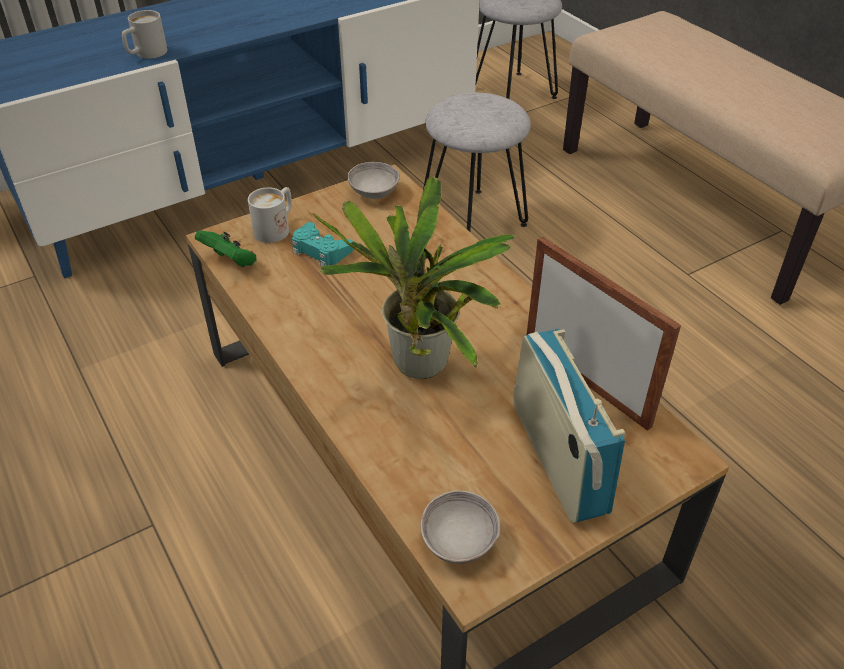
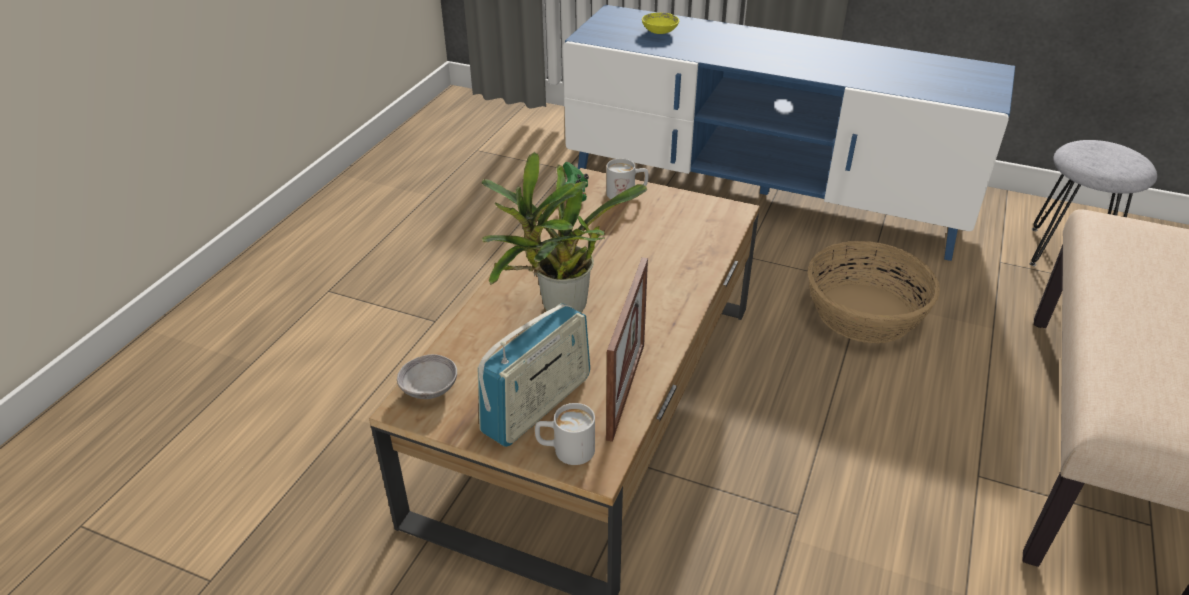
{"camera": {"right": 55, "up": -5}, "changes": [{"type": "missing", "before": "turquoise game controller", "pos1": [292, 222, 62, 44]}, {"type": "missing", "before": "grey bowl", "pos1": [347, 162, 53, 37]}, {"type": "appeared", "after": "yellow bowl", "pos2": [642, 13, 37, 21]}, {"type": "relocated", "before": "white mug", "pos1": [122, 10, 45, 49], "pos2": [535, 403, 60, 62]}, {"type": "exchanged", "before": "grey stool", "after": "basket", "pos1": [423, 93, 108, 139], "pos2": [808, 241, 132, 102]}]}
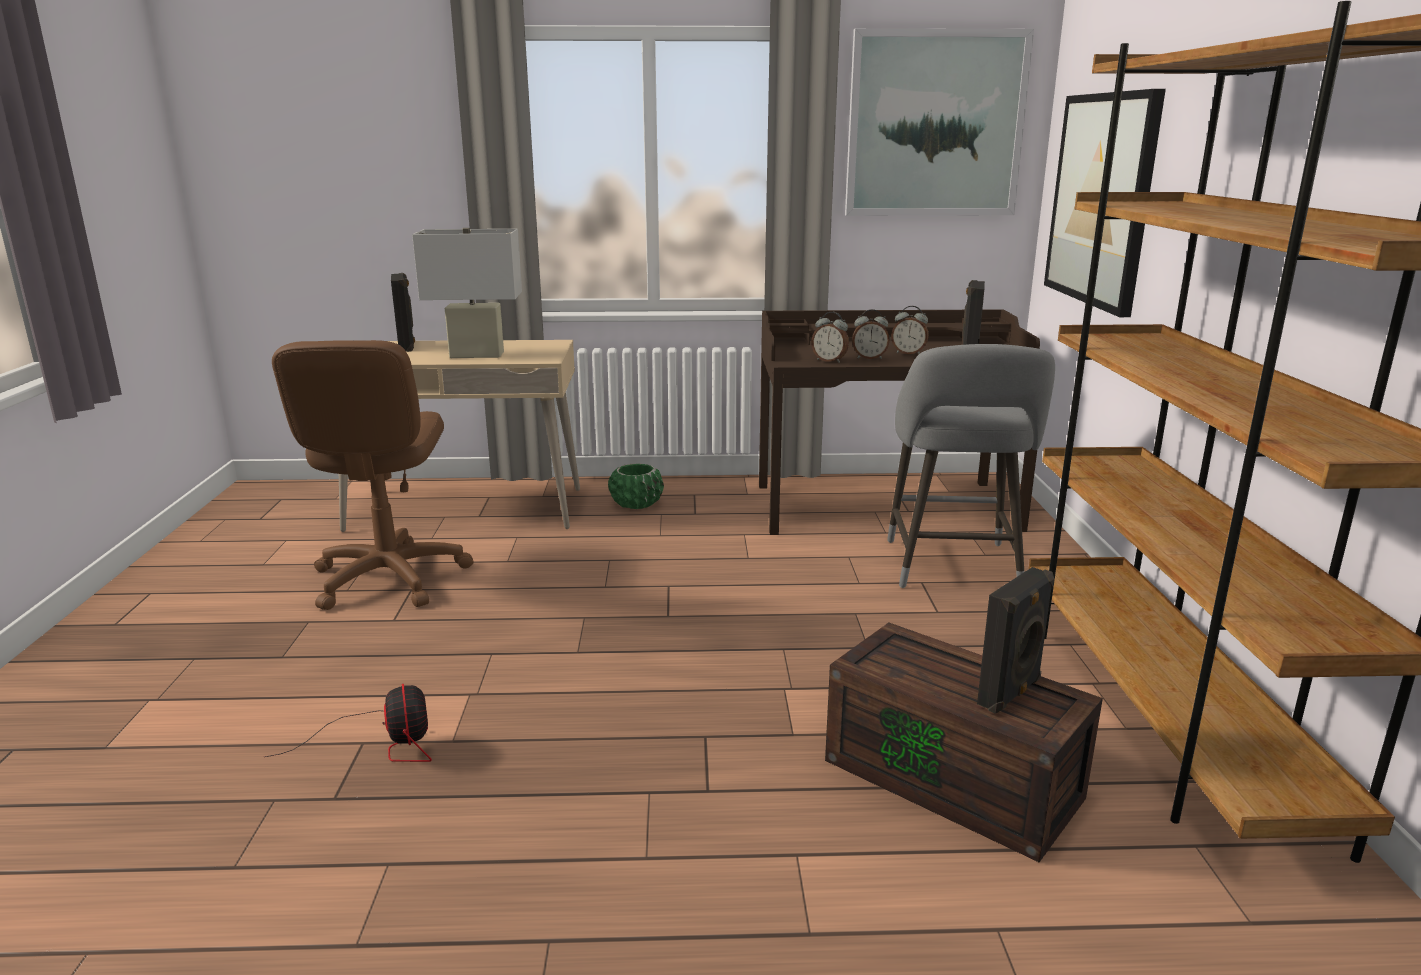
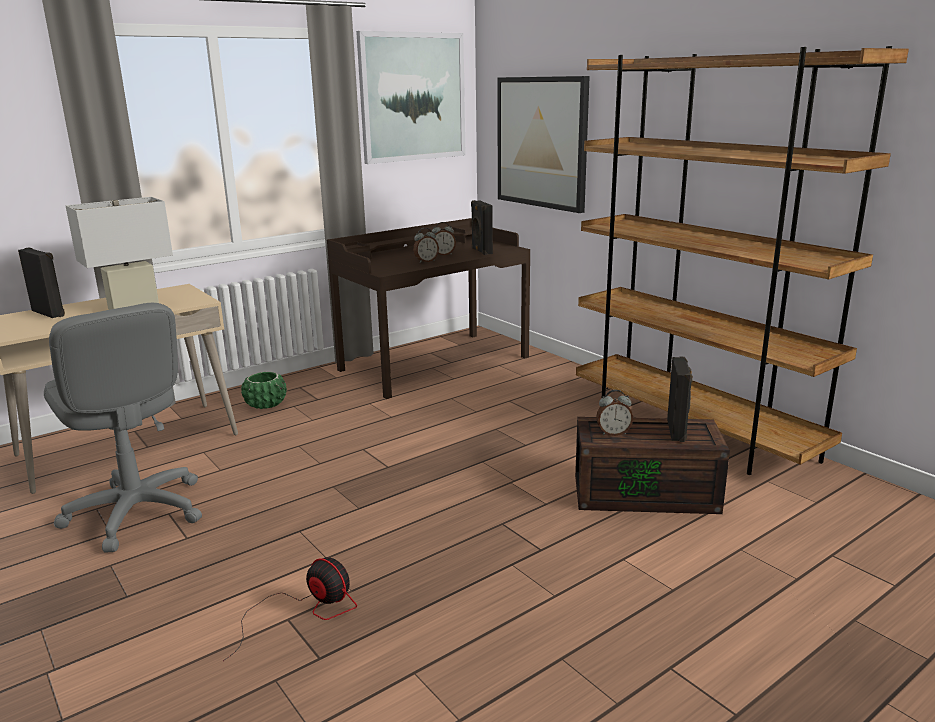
{"camera": {"right": -35, "up": 0}, "changes": [{"type": "missing", "before": "grey stool", "pos1": [887, 344, 168, 244]}, {"type": "relocated", "before": "alarm clock", "pos1": [811, 312, 38, 51], "pos2": [596, 390, 37, 46]}, {"type": "colour", "before": "brown office chair", "after": "grey office chair", "pos1": [272, 340, 202, 270], "pos2": [44, 303, 158, 250]}]}
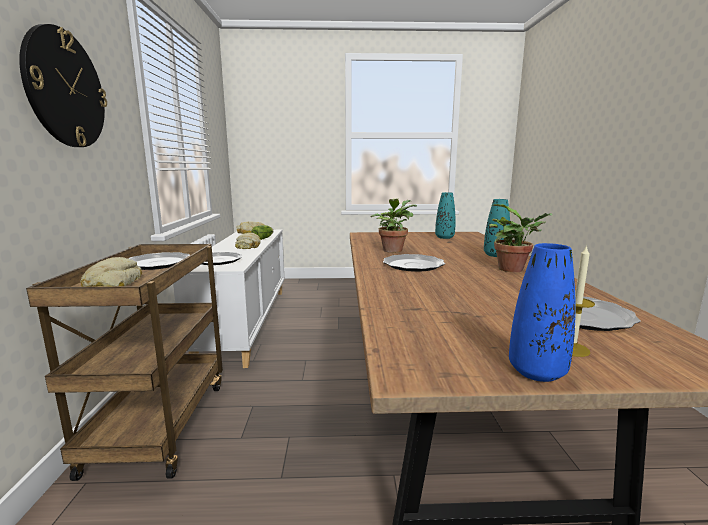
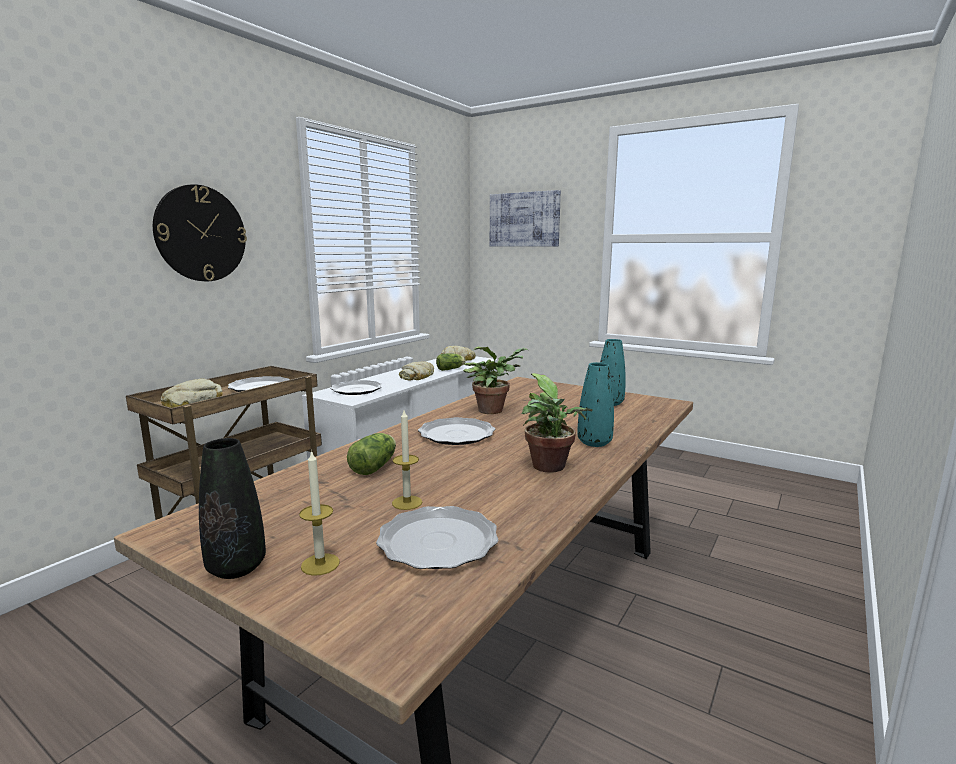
{"camera": {"right": 35, "up": 0}, "changes": [{"type": "appeared", "after": "lettuce", "pos2": [347, 433, 49, 42]}, {"type": "appeared", "after": "candle", "pos2": [392, 410, 30, 100]}, {"type": "appeared", "after": "picture", "pos2": [490, 190, 71, 57]}, {"type": "colour", "before": "blue vase", "after": "black vase", "pos1": [509, 243, 67, 139], "pos2": [199, 438, 67, 141]}]}
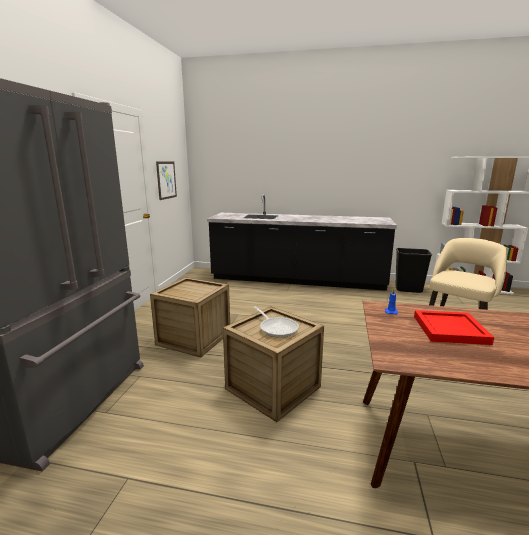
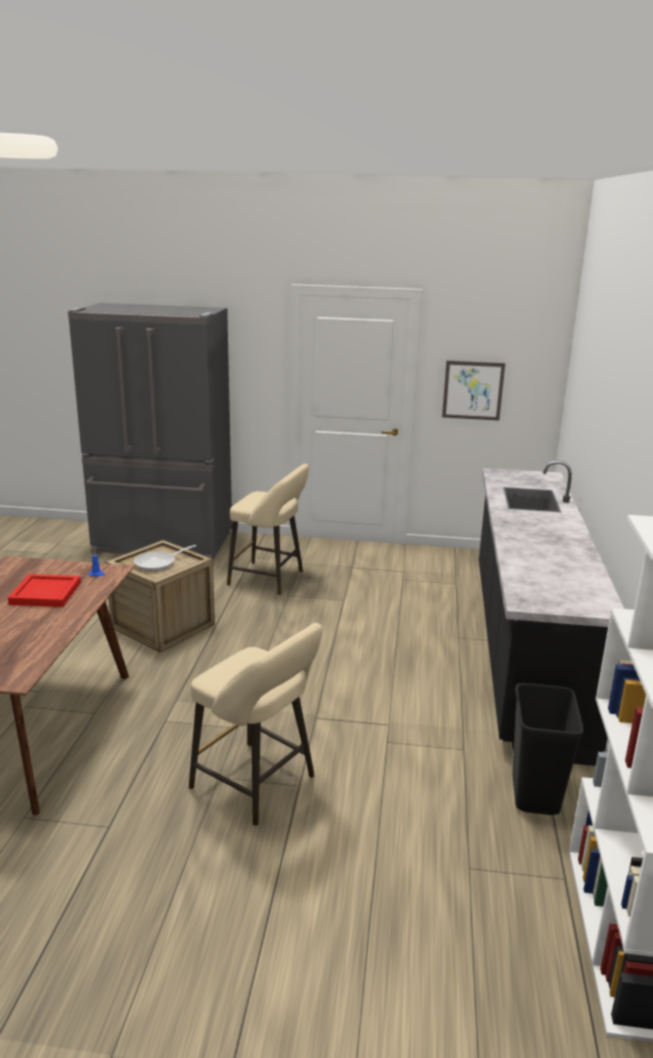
{"camera": {"right": 85, "up": 5}, "changes": [{"type": "exchanged", "before": "crate", "after": "beige stool", "pos1": [150, 277, 80, 81], "pos2": [227, 464, 82, 131]}]}
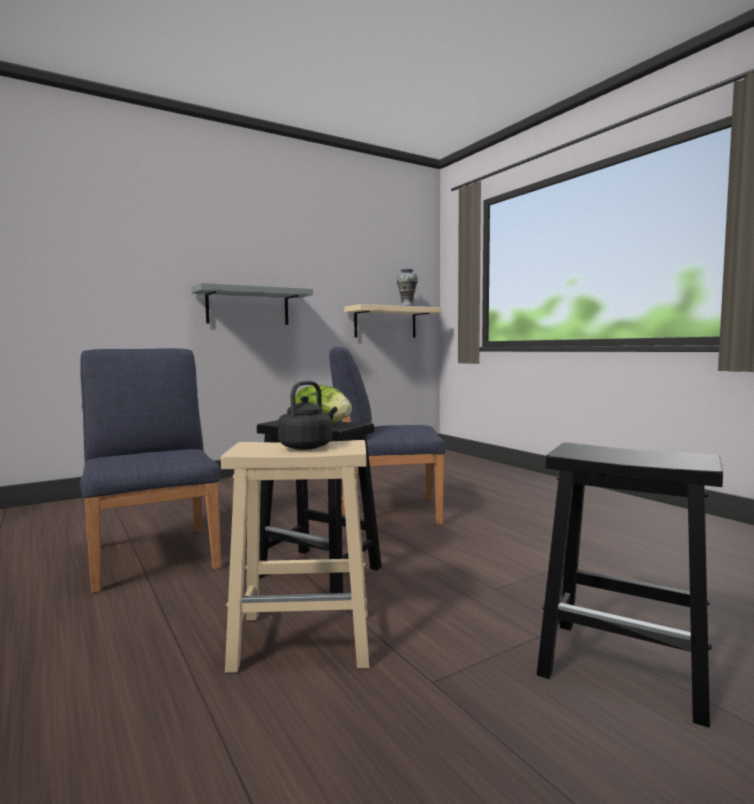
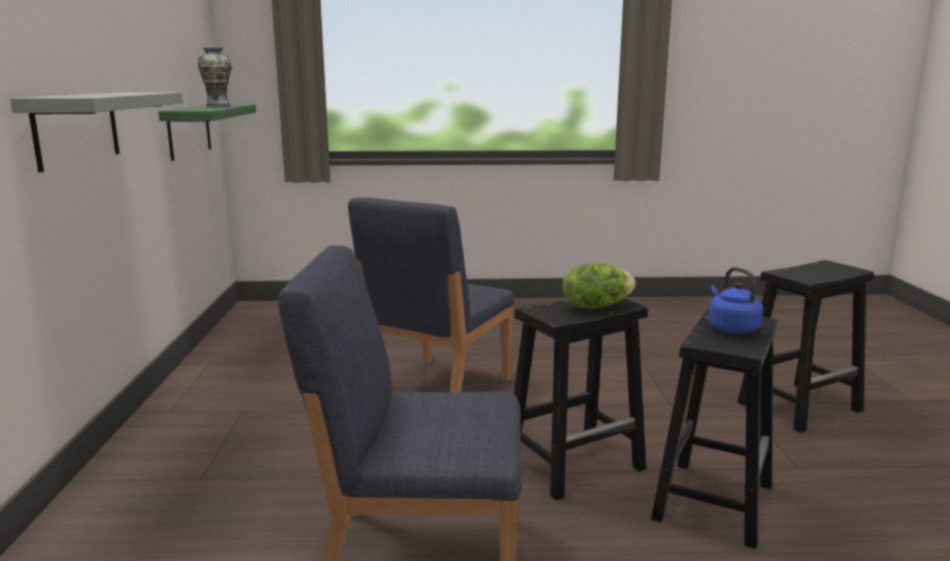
{"camera": {"right": -60, "up": 10}, "changes": [{"type": "colour", "before": "beige stool", "after": "black stool", "pos1": [221, 440, 148, 233], "pos2": [651, 309, 127, 240]}, {"type": "colour", "before": "black kettle", "after": "blue kettle", "pos1": [278, 381, 59, 69], "pos2": [708, 267, 55, 67]}, {"type": "colour", "before": "beige shelf", "after": "green shelf", "pos1": [344, 304, 98, 34], "pos2": [158, 105, 98, 56]}]}
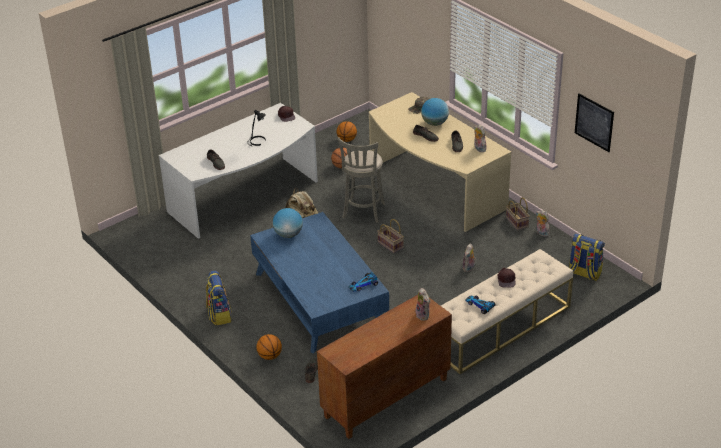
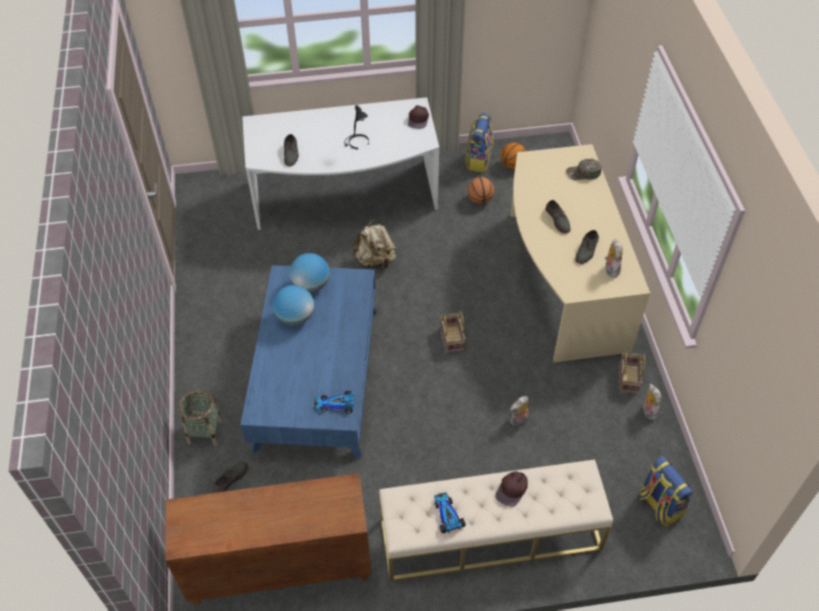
{"camera": {"right": 30, "up": 15}, "changes": [{"type": "missing", "before": "grey stool", "pos1": [337, 137, 49, 86]}, {"type": "missing", "before": "plush toy", "pos1": [416, 288, 15, 33]}, {"type": "missing", "before": "picture", "pos1": [575, 93, 39, 59]}, {"type": "relocated", "before": "backpack", "pos1": [206, 270, 26, 56], "pos2": [465, 113, 28, 59]}, {"type": "relocated", "before": "globe", "pos1": [421, 98, 28, 28], "pos2": [273, 285, 41, 41]}, {"type": "exchanged", "before": "basketball", "after": "basket", "pos1": [256, 334, 26, 26], "pos2": [179, 390, 44, 56]}]}
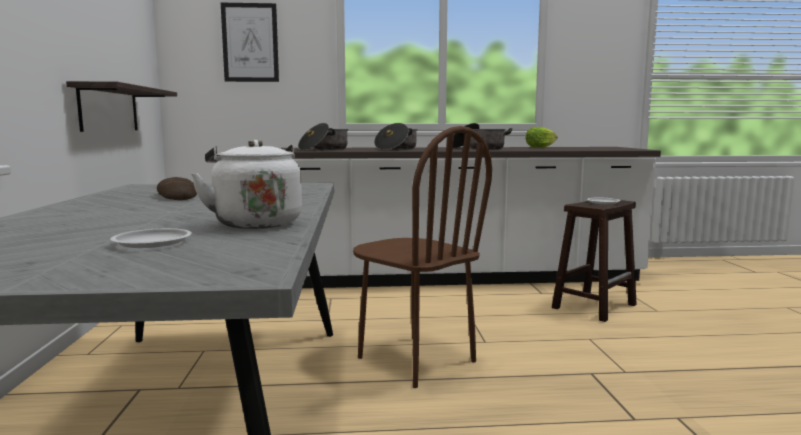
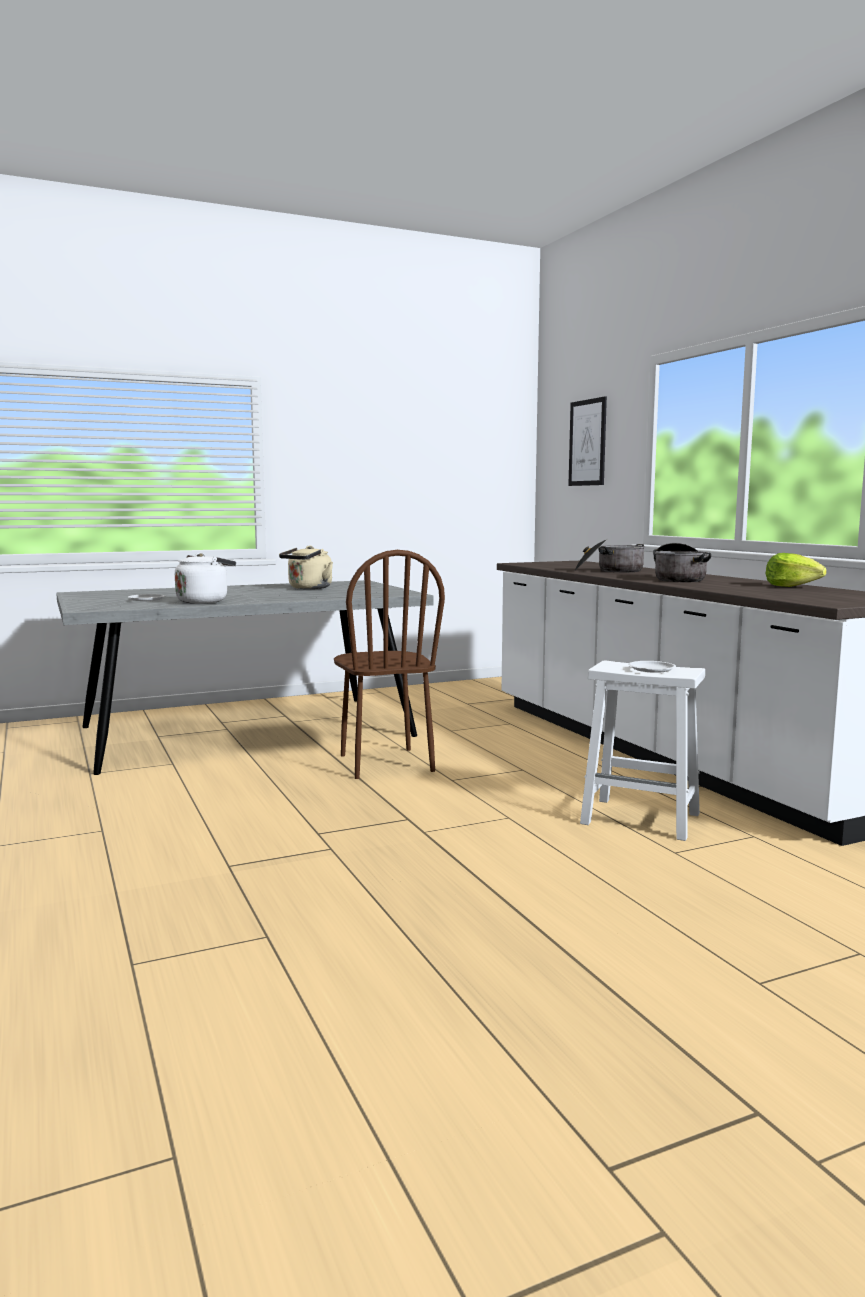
{"camera": {"right": 70, "up": 0}, "changes": [{"type": "missing", "before": "shelf", "pos1": [66, 81, 111, 51]}, {"type": "missing", "before": "cooking pot", "pos1": [298, 123, 50, 28]}, {"type": "exchanged", "before": "bread", "after": "beige kettle", "pos1": [157, 177, 40, 23], "pos2": [279, 545, 54, 44]}, {"type": "colour", "before": "brown stool", "after": "white stool", "pos1": [552, 200, 85, 122], "pos2": [580, 660, 125, 181]}, {"type": "spun", "before": "brown chair", "pos1": [353, 126, 139, 262], "pos2": [334, 550, 111, 229], "turn": -45}]}
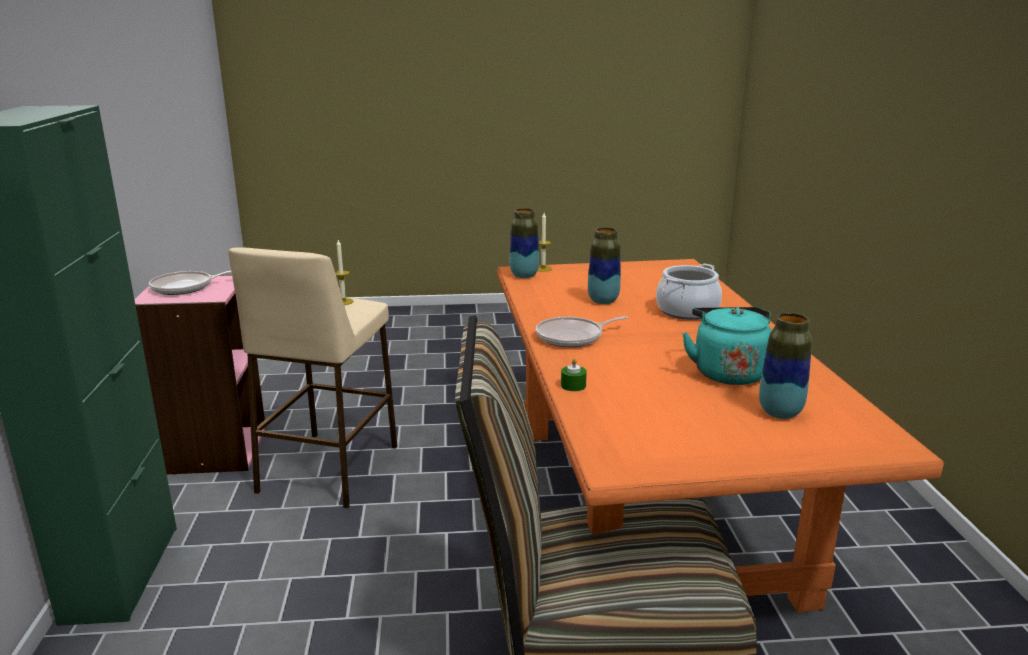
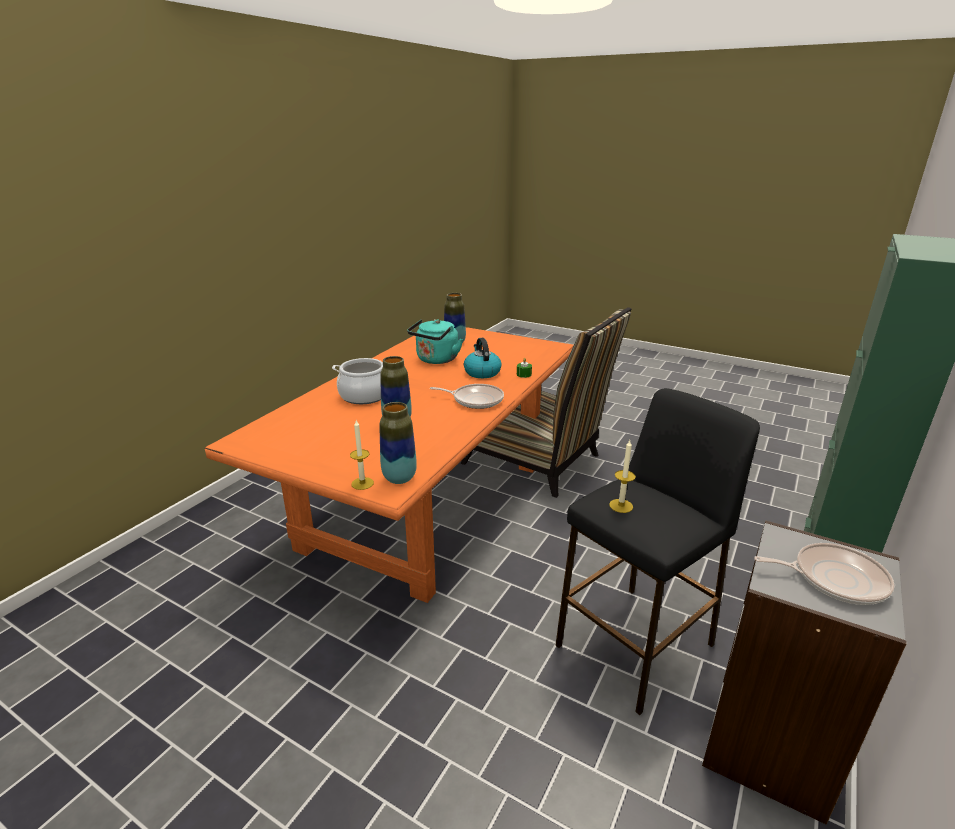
{"camera": {"right": -145, "up": 5}, "changes": [{"type": "appeared", "after": "kettle", "pos2": [464, 338, 38, 40]}, {"type": "colour", "before": "pink bookcase", "after": "grey bookcase", "pos1": [134, 274, 132, 200], "pos2": [702, 520, 204, 305]}, {"type": "colour", "before": "beige stool", "after": "black stool", "pos1": [228, 247, 170, 261], "pos2": [556, 388, 204, 327]}]}
